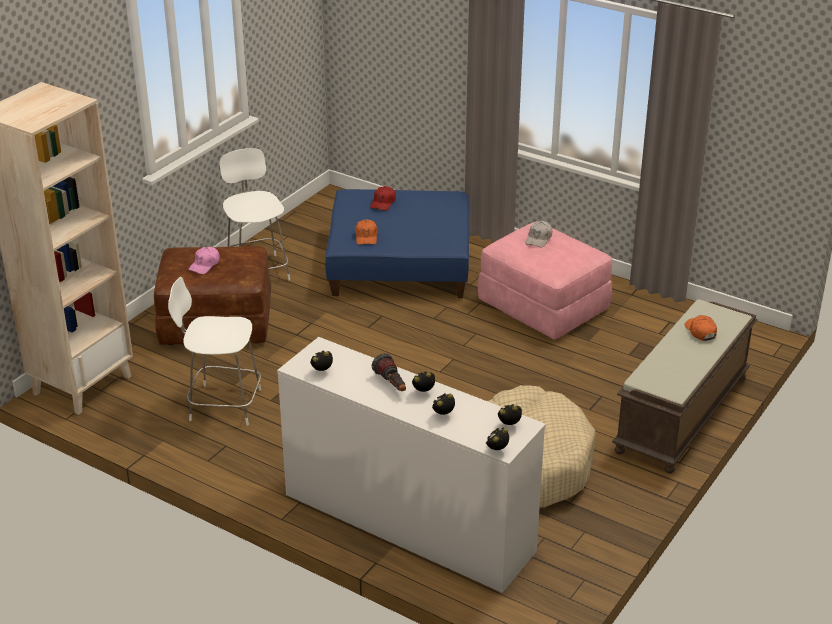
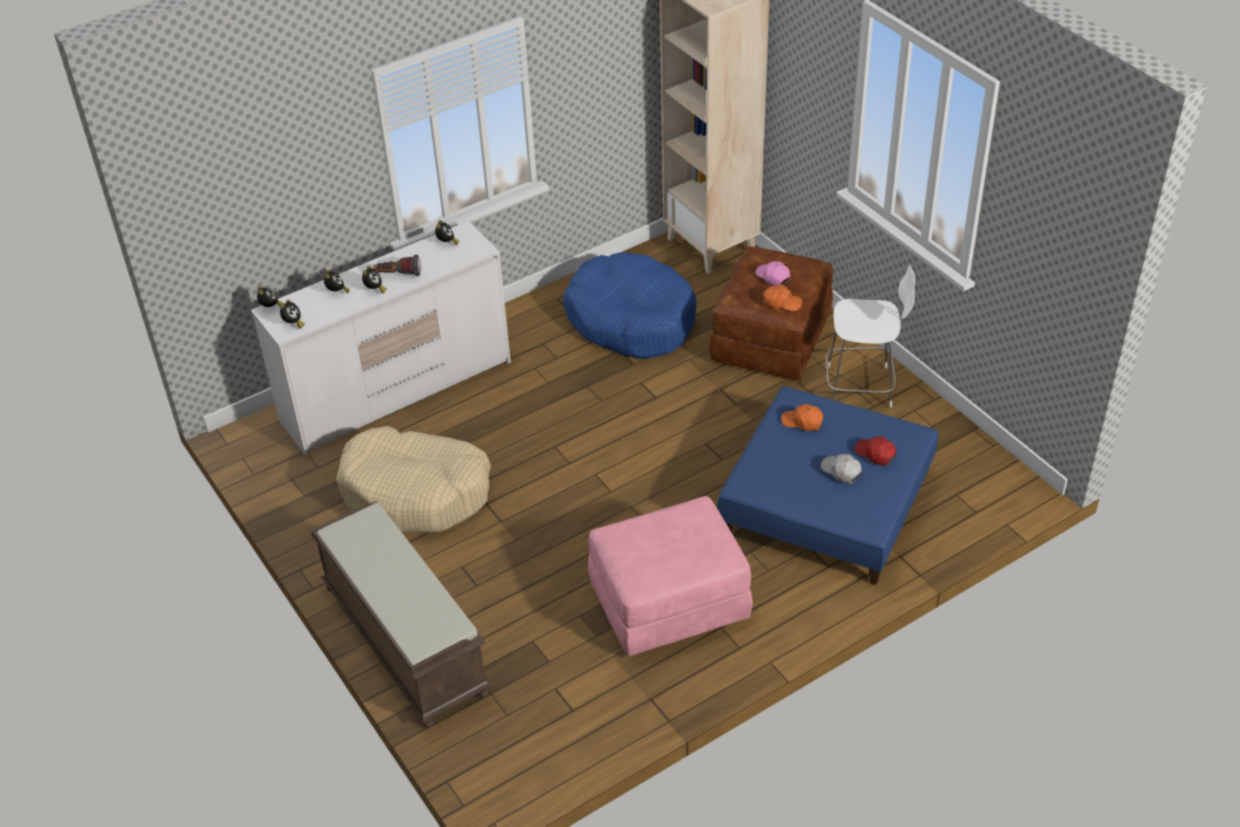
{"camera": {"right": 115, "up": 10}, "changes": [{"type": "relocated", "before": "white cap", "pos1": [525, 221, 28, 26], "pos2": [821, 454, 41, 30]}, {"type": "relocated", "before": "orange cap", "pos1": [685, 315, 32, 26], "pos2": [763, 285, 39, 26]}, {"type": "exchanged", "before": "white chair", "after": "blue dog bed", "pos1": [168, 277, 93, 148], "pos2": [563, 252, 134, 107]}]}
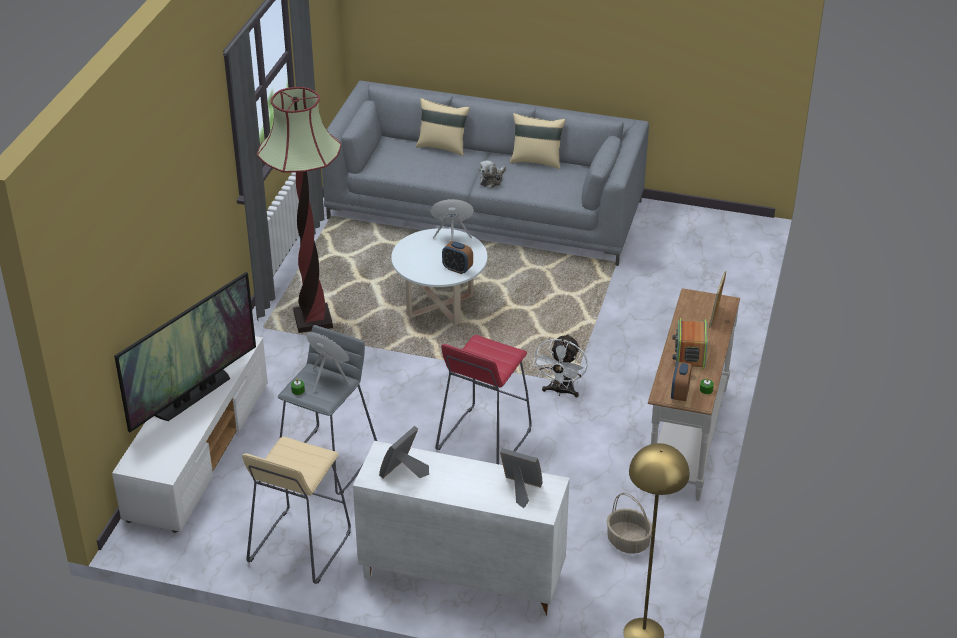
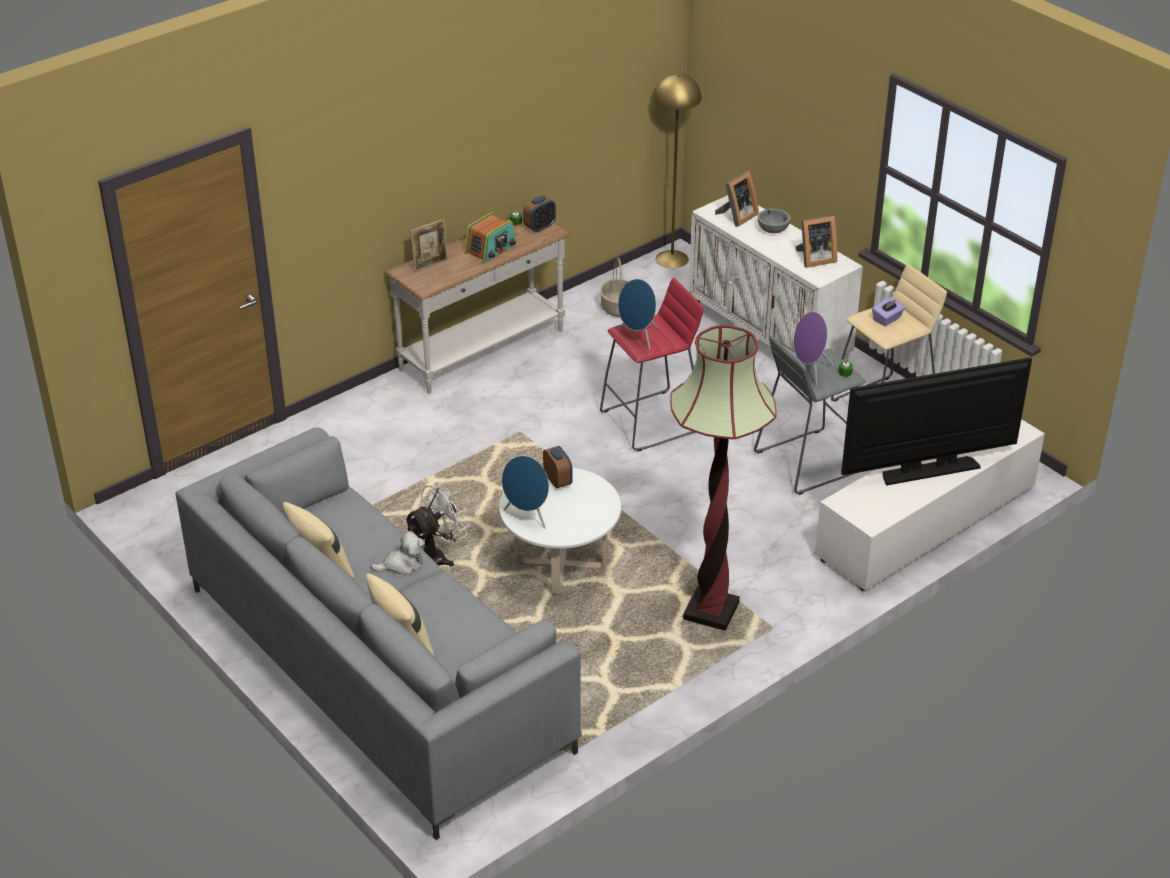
{"camera": {"right": -145, "up": 0}, "changes": [{"type": "appeared", "after": "blue speaker", "pos2": [618, 279, 40, 71]}, {"type": "appeared", "after": "grey bowl", "pos2": [758, 209, 33, 24]}, {"type": "appeared", "after": "purple tissue box", "pos2": [872, 297, 33, 29]}, {"type": "relocated", "before": "white fan", "pos1": [532, 334, 56, 64], "pos2": [404, 481, 66, 85]}, {"type": "spun", "before": "picture frame", "pos1": [500, 448, 42, 60], "pos2": [715, 171, 44, 56], "turn": -105}]}
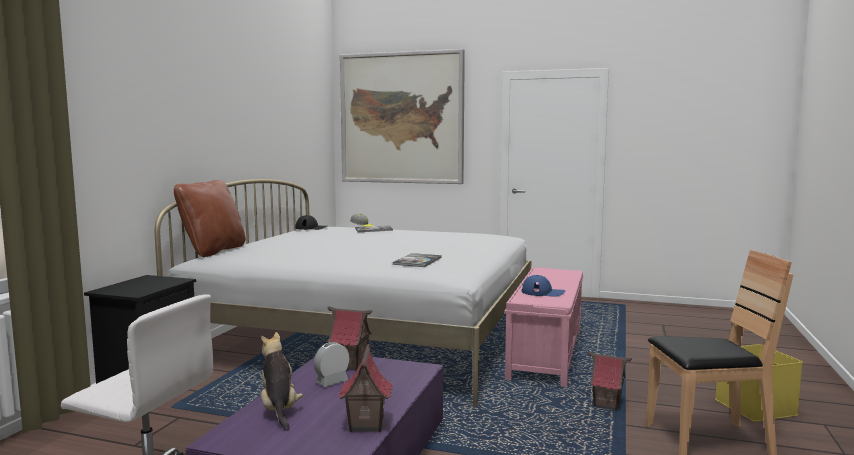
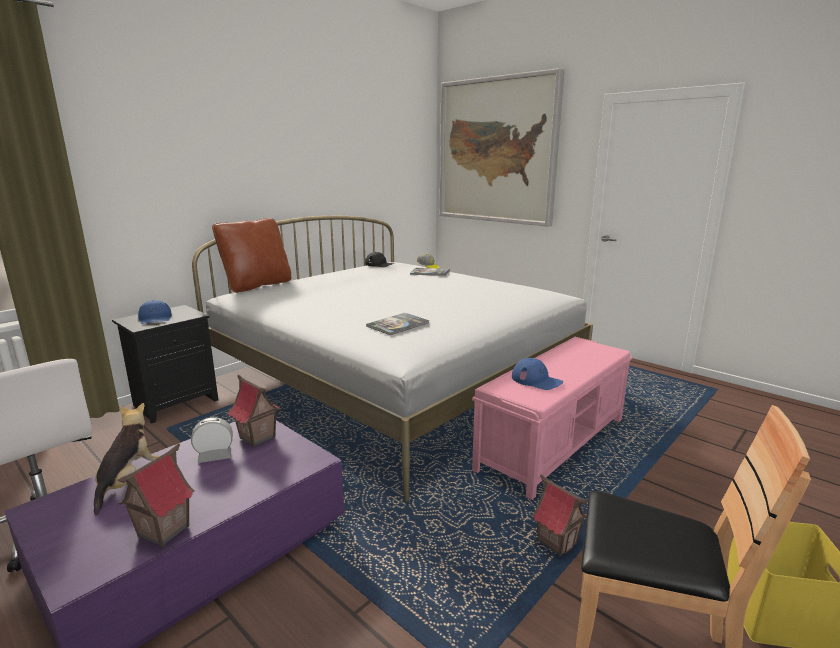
{"camera": {"right": 25, "up": 10}, "changes": [{"type": "appeared", "after": "blue cap", "pos2": [138, 300, 34, 24]}]}
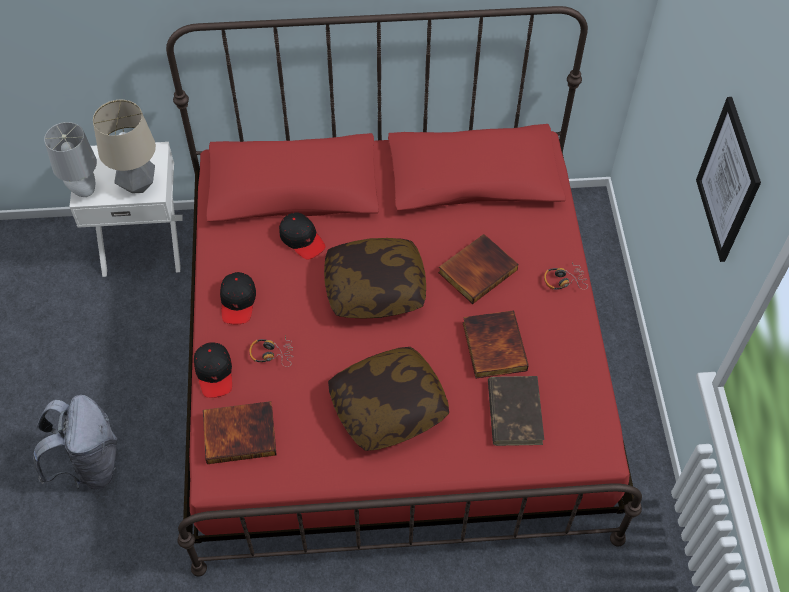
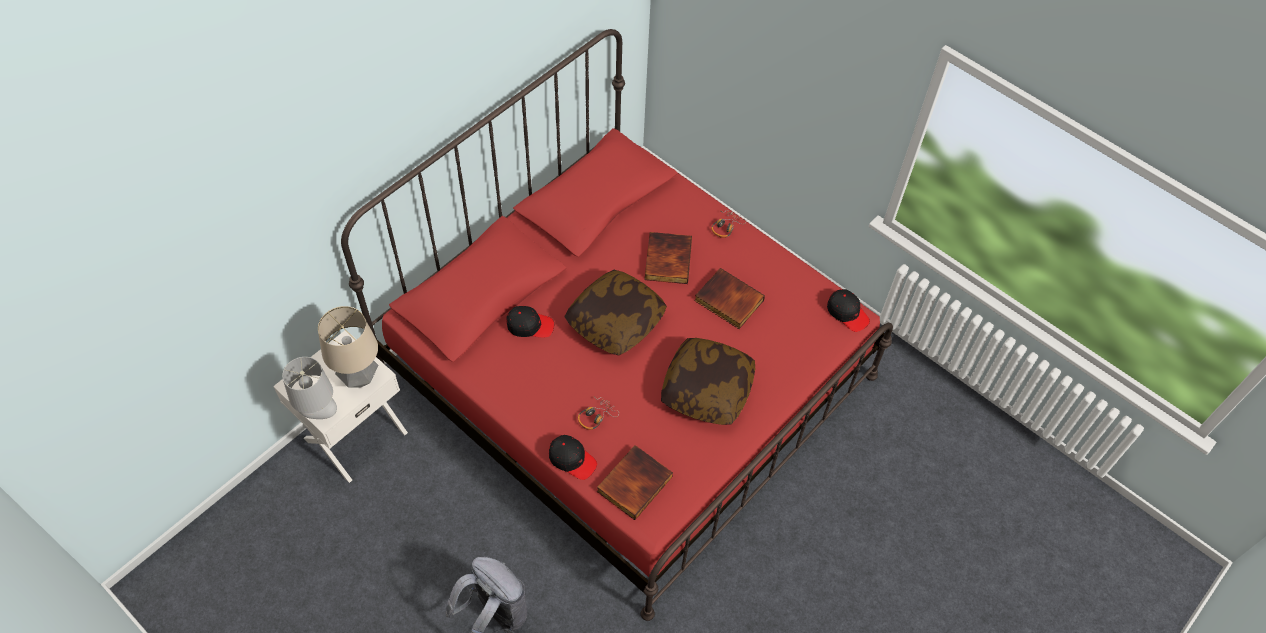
{"camera": {"right": -45, "up": 0}, "changes": [{"type": "missing", "before": "brown book", "pos1": [488, 376, 56, 70]}, {"type": "missing", "before": "picture", "pos1": [696, 97, 65, 165]}, {"type": "relocated", "before": "black cap", "pos1": [220, 272, 36, 52], "pos2": [827, 289, 43, 43]}]}
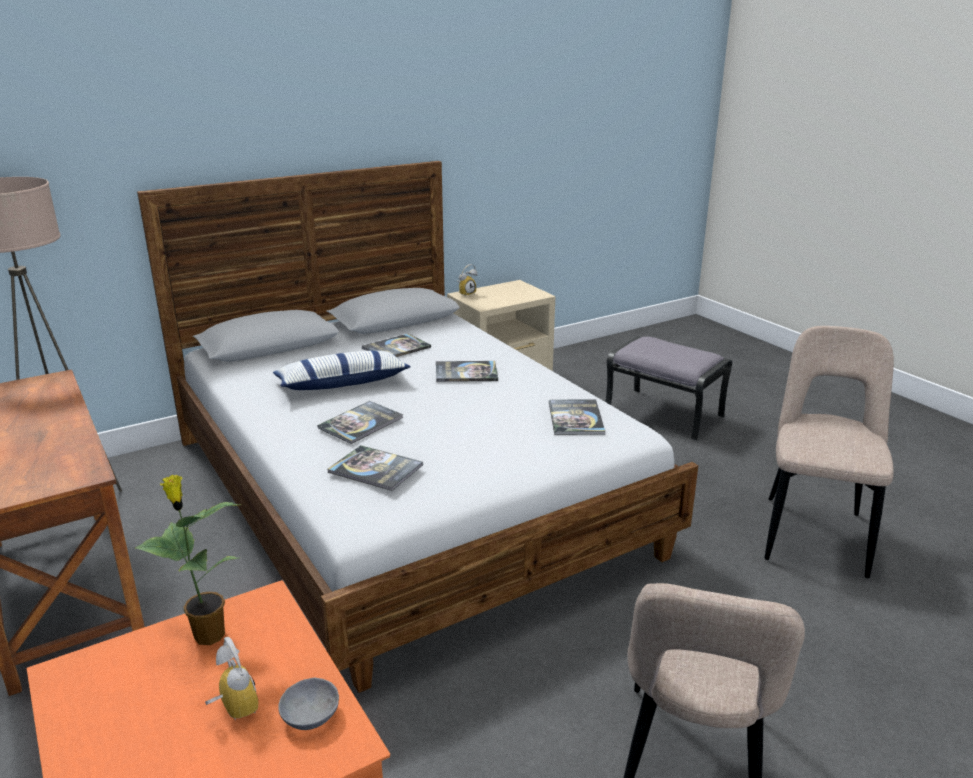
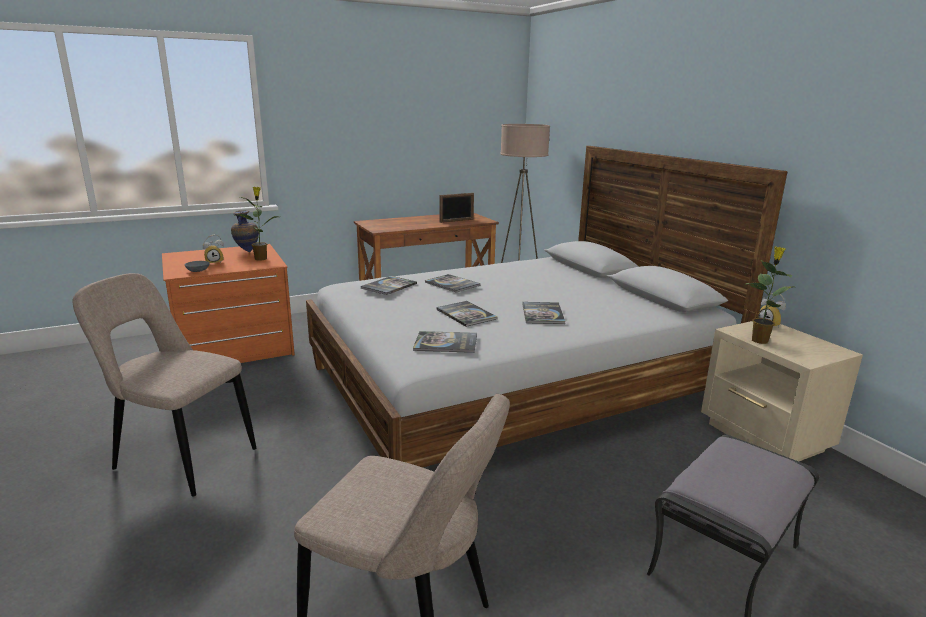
{"camera": {"right": 95, "up": -5}, "changes": [{"type": "missing", "before": "pillow", "pos1": [273, 351, 138, 39]}, {"type": "appeared", "after": "vase", "pos2": [231, 210, 28, 42]}, {"type": "appeared", "after": "picture frame", "pos2": [440, 193, 34, 30]}, {"type": "appeared", "after": "potted plant", "pos2": [746, 247, 47, 97]}, {"type": "relocated", "before": "book", "pos1": [362, 334, 69, 23], "pos2": [437, 301, 61, 26]}]}
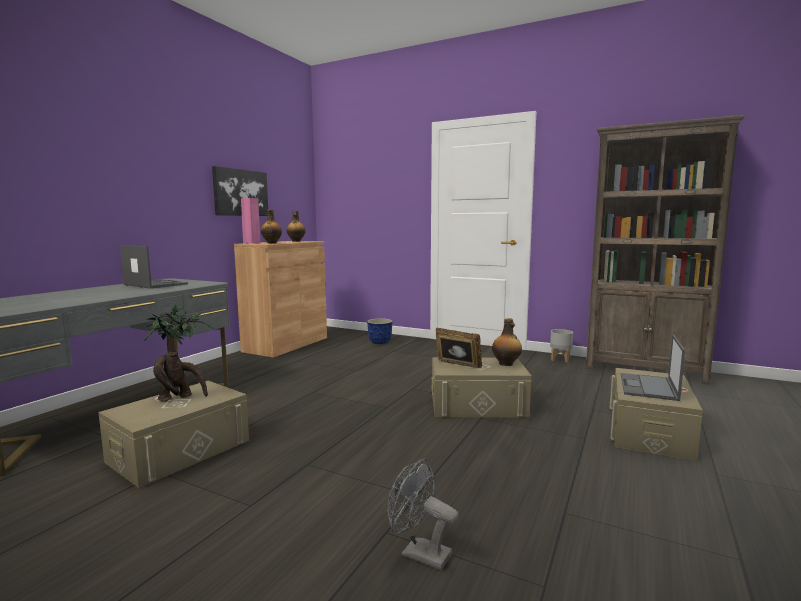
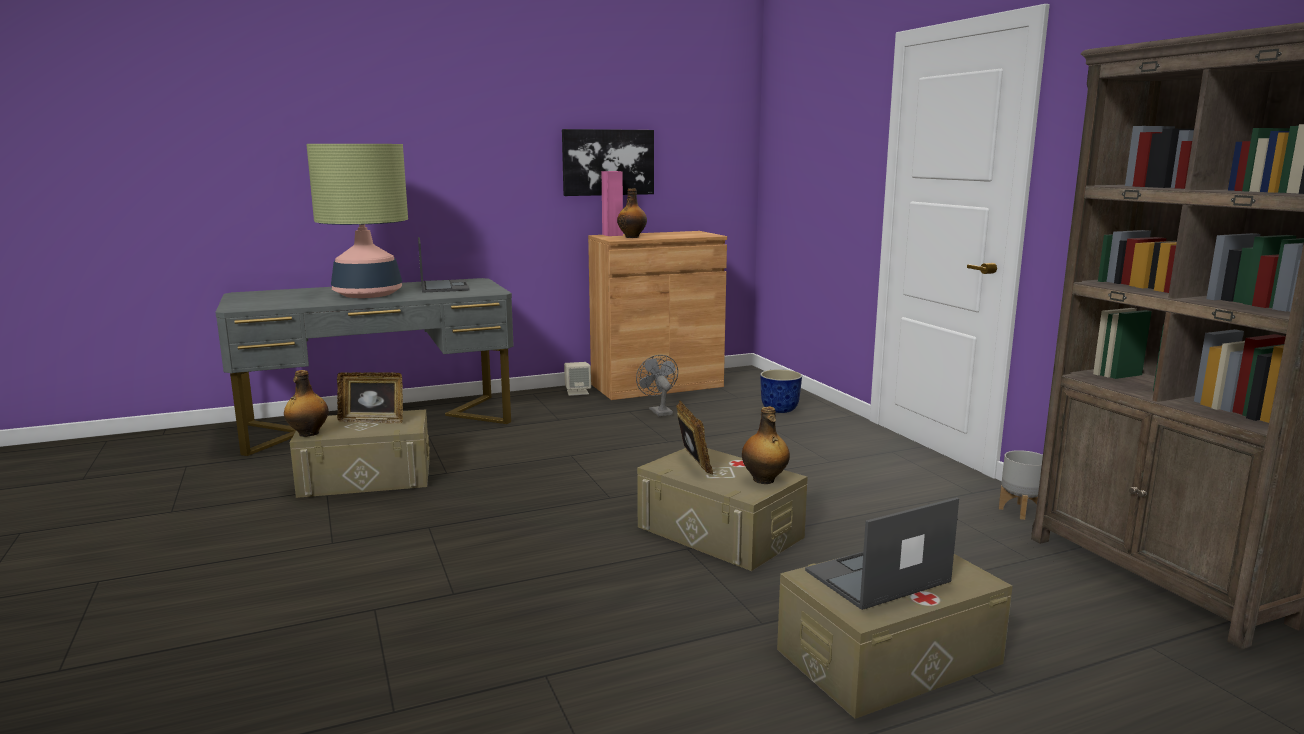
{"camera": {"right": 40, "up": 5}, "changes": [{"type": "appeared", "after": "table lamp", "pos2": [306, 144, 102, 154]}, {"type": "appeared", "after": "beige speaker", "pos2": [564, 362, 27, 34]}, {"type": "relocated", "before": "bottle", "pos1": [286, 211, 20, 31], "pos2": [284, 370, 45, 67]}, {"type": "relocated", "before": "grey fan", "pos1": [387, 459, 72, 111], "pos2": [636, 355, 42, 61]}, {"type": "exchanged", "before": "potted plant", "after": "picture frame", "pos1": [144, 303, 70, 98], "pos2": [337, 372, 66, 51]}]}
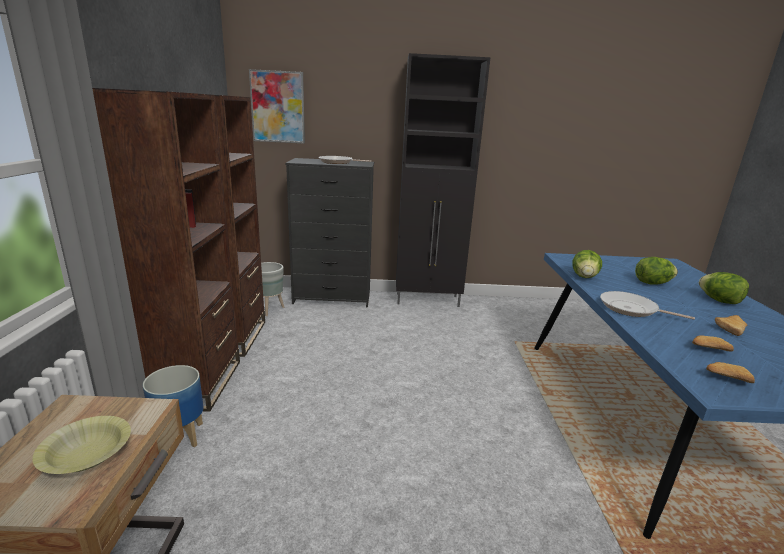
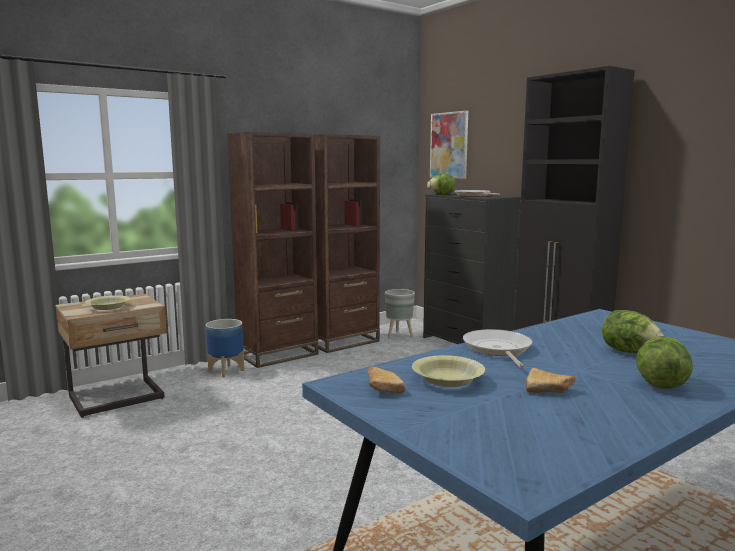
{"camera": {"right": 55, "up": -10}, "changes": [{"type": "relocated", "before": "lettuce", "pos1": [572, 250, 30, 28], "pos2": [427, 174, 28, 20]}, {"type": "exchanged", "before": "bread", "after": "yellow bowl", "pos1": [692, 335, 42, 17], "pos2": [412, 355, 73, 32]}]}
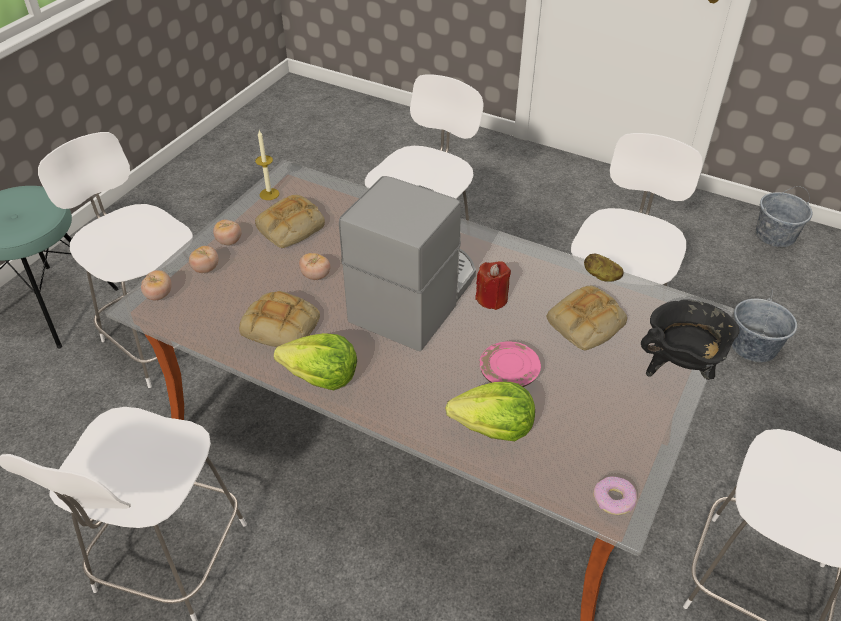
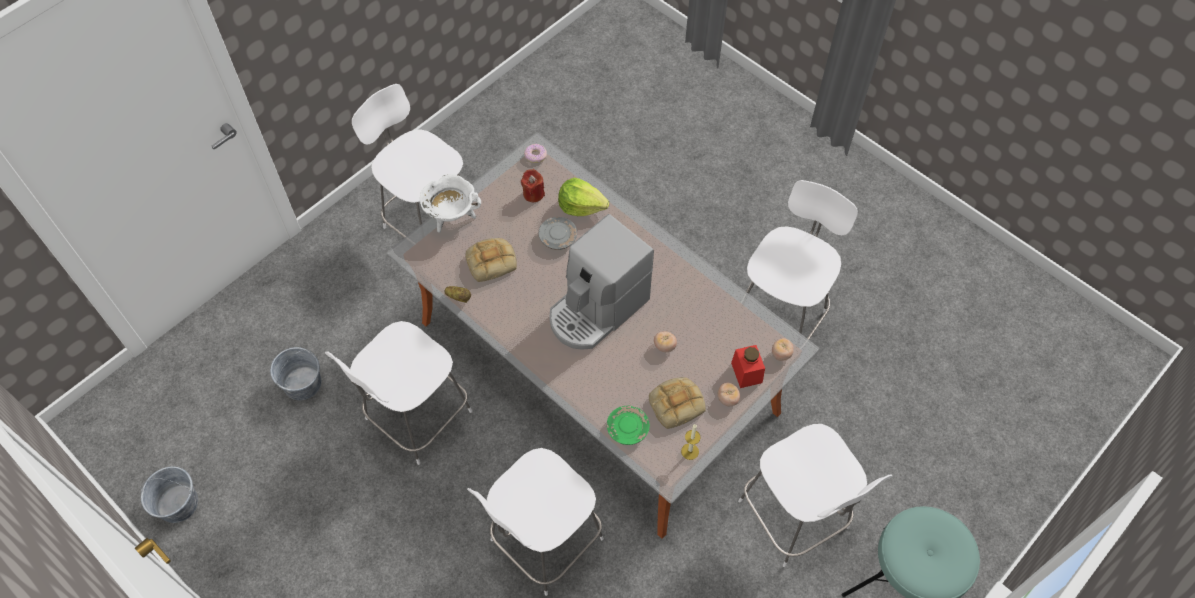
{"camera": {"right": -165, "up": 15}, "changes": [{"type": "missing", "before": "bread", "pos1": [239, 291, 81, 56]}, {"type": "missing", "before": "lettuce", "pos1": [274, 333, 83, 57]}, {"type": "appeared", "after": "green plate", "pos2": [607, 406, 43, 39]}, {"type": "relocated", "before": "red candle", "pos1": [475, 261, 36, 49], "pos2": [521, 169, 24, 34]}, {"type": "exchanged", "before": "tomato", "after": "red jar", "pos1": [189, 246, 29, 27], "pos2": [731, 345, 34, 43]}, {"type": "colour", "before": "pink plate", "after": "grey plate", "pos1": [480, 341, 61, 46], "pos2": [538, 217, 39, 33]}, {"type": "colour", "before": "black cooking pot", "after": "white cooking pot", "pos1": [641, 300, 99, 80], "pos2": [420, 174, 61, 59]}]}
